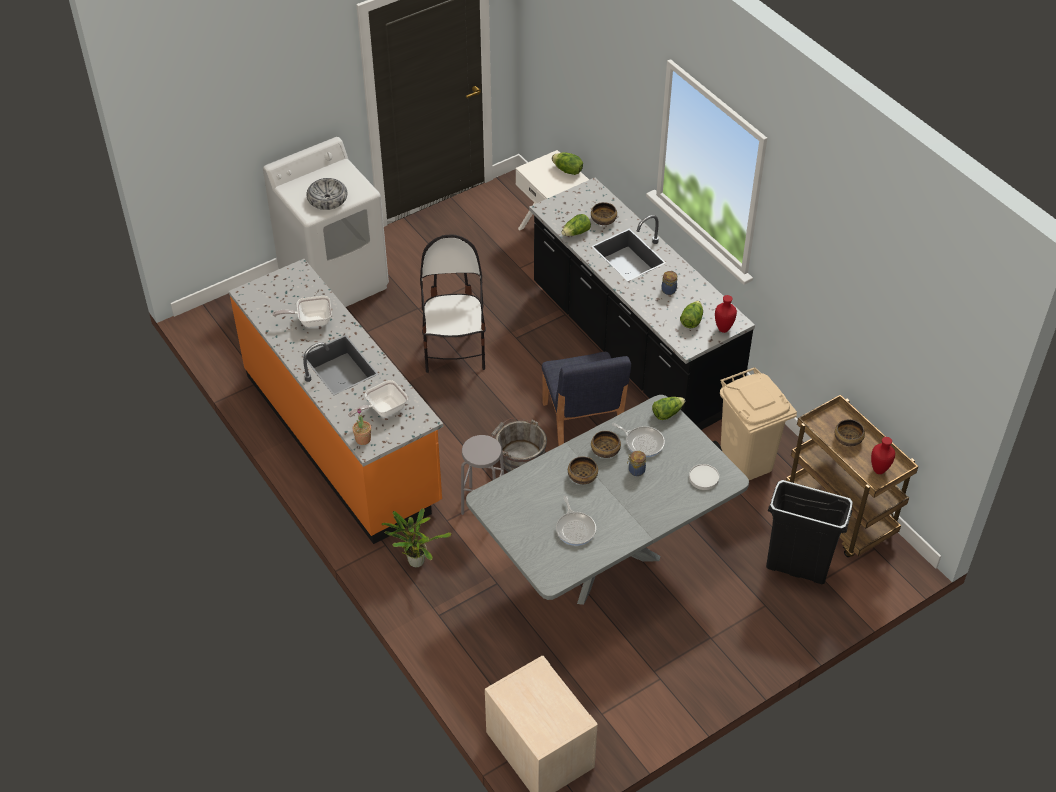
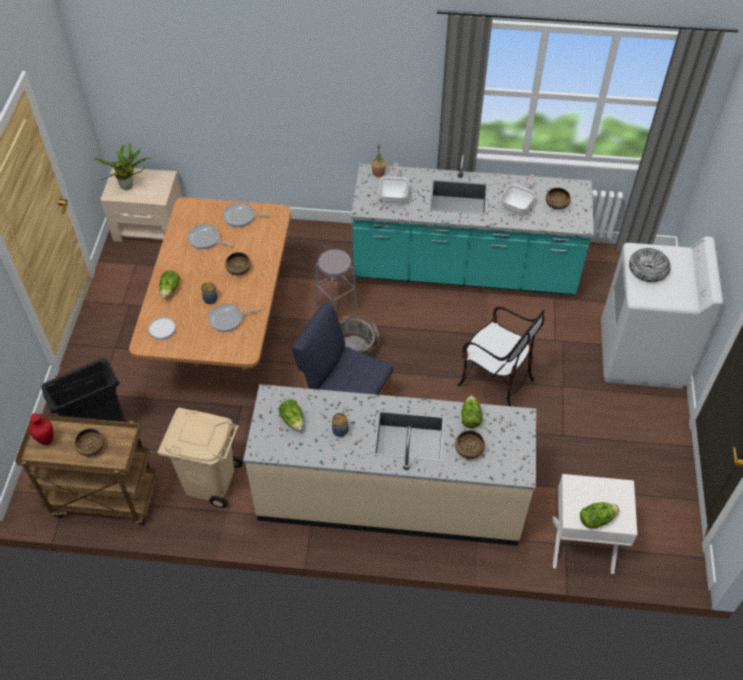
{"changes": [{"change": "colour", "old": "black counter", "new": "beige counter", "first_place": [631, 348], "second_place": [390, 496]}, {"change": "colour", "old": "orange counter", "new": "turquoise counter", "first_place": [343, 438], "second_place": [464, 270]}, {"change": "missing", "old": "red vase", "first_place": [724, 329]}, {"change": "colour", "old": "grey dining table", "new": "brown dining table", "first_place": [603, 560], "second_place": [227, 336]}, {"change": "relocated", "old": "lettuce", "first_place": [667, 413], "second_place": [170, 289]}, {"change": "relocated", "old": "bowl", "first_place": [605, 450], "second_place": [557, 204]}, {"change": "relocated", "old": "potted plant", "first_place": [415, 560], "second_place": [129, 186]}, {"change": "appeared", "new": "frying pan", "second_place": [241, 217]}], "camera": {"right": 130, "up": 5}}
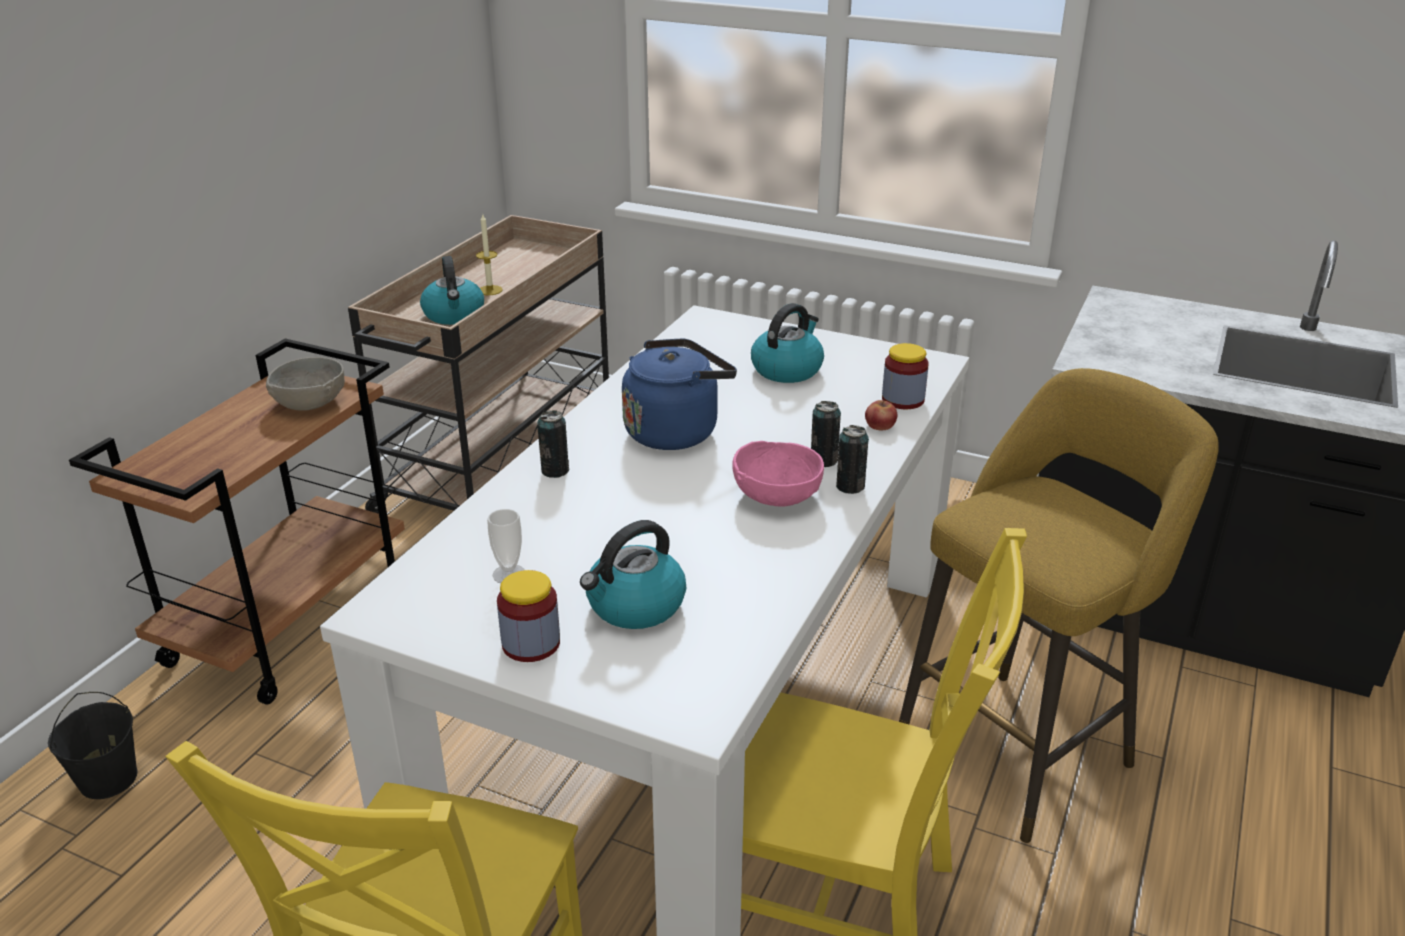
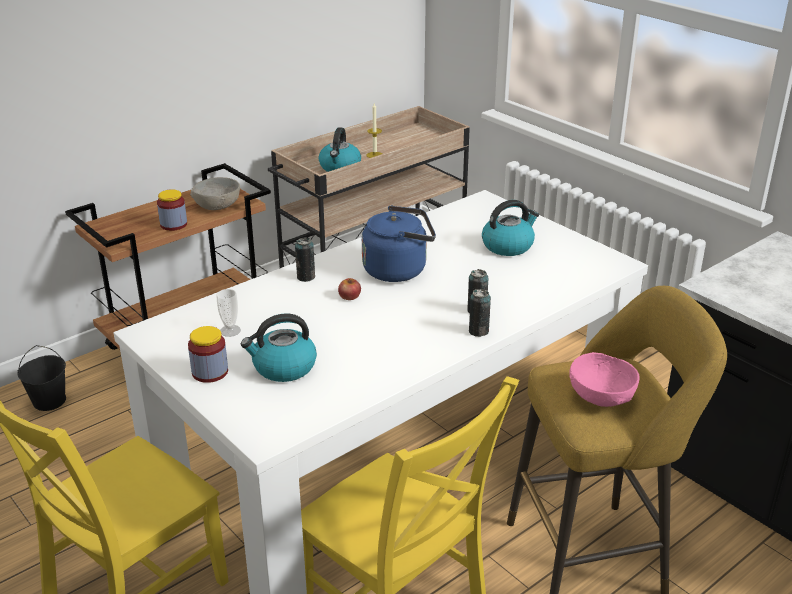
{"changes": [{"change": "relocated", "old": "jar", "first_place": [903, 399], "second_place": [173, 224]}, {"change": "relocated", "old": "apple", "first_place": [880, 425], "second_place": [349, 296]}, {"change": "relocated", "old": "pink bowl", "first_place": [777, 495], "second_place": [602, 396]}], "camera": {"right": 25, "up": 0}}
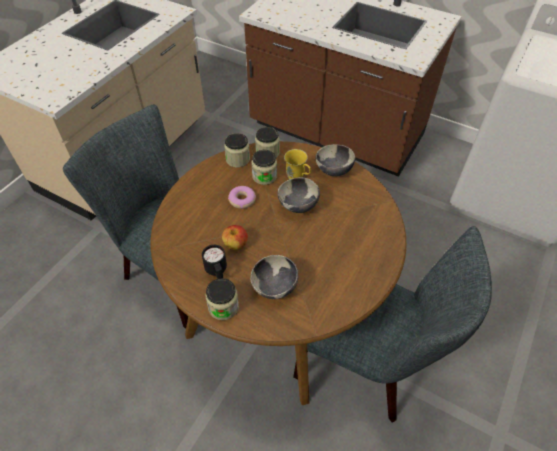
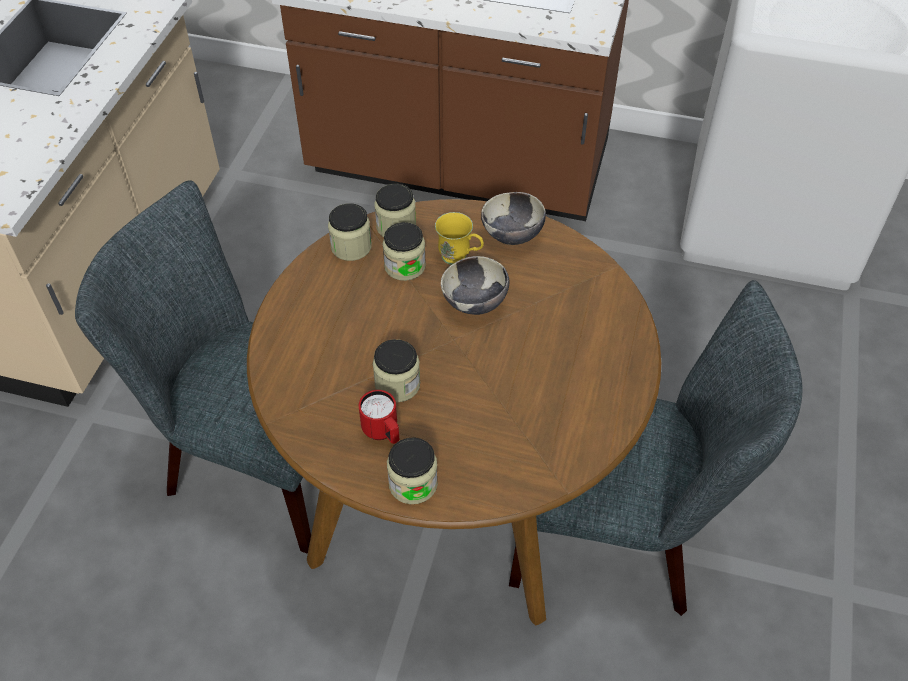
{"changes": [{"change": "missing", "old": "donut", "first_place": [242, 200]}, {"change": "exchanged", "old": "apple", "new": "jar", "first_place": [235, 244], "second_place": [397, 384]}, {"change": "colour", "old": "black mug", "new": "red mug", "first_place": [217, 271], "second_place": [383, 433]}, {"change": "missing", "old": "bowl", "first_place": [275, 287]}], "camera": {"right": -15, "up": 0}}
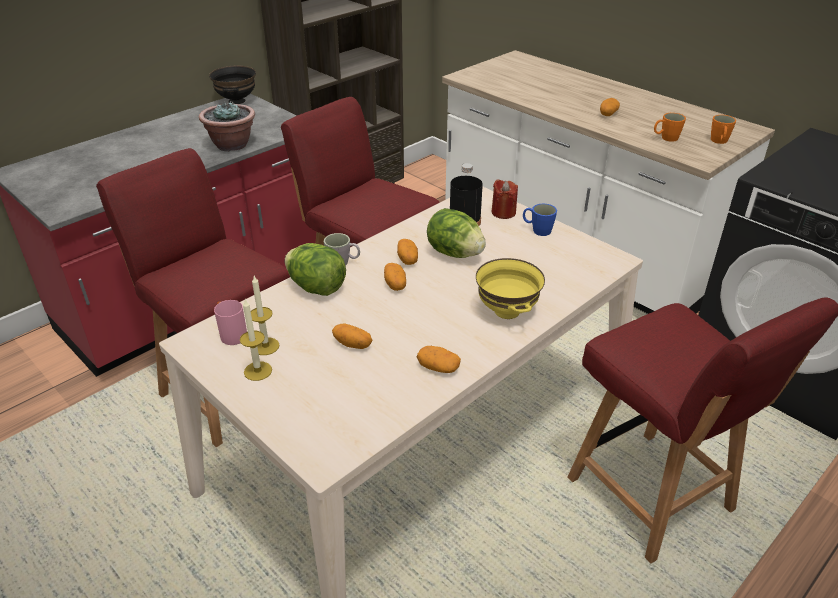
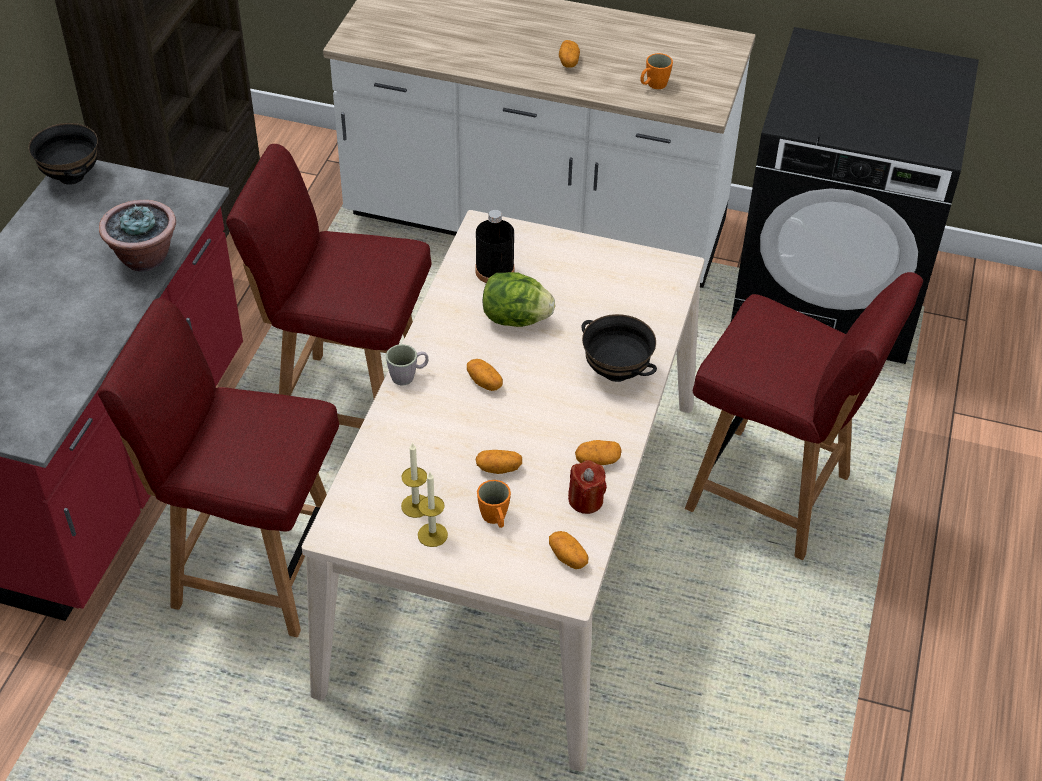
{"changes": [{"change": "relocated", "old": "orange mug", "first_place": [719, 142], "second_place": [495, 519]}, {"change": "relocated", "old": "red candle", "first_place": [503, 212], "second_place": [585, 500]}, {"change": "missing", "old": "blue mug", "first_place": [537, 230]}, {"change": "relocated", "old": "potato", "first_place": [407, 259], "second_place": [568, 557]}, {"change": "missing", "old": "lettuce", "first_place": [316, 288]}, {"change": "colour", "old": "yellow bowl", "new": "black bowl", "first_place": [506, 311], "second_place": [615, 372]}, {"change": "missing", "old": "pink mug", "first_place": [231, 334]}], "camera": {"right": -30, "up": 10}}
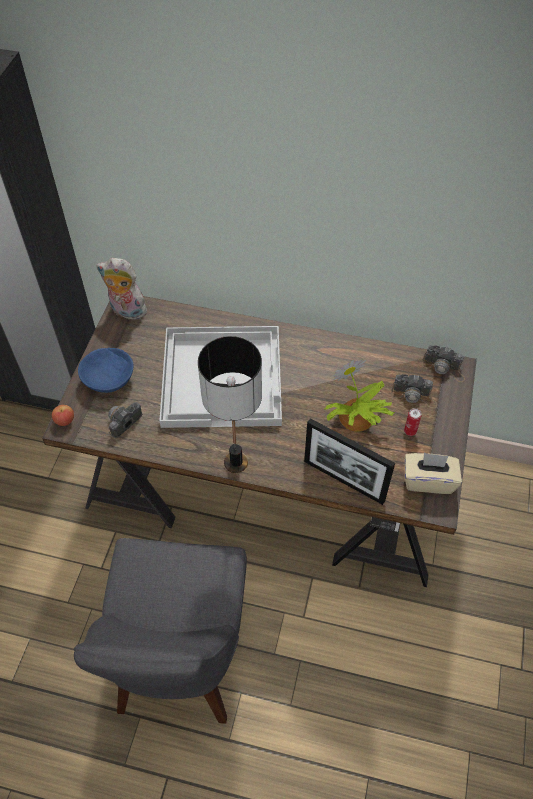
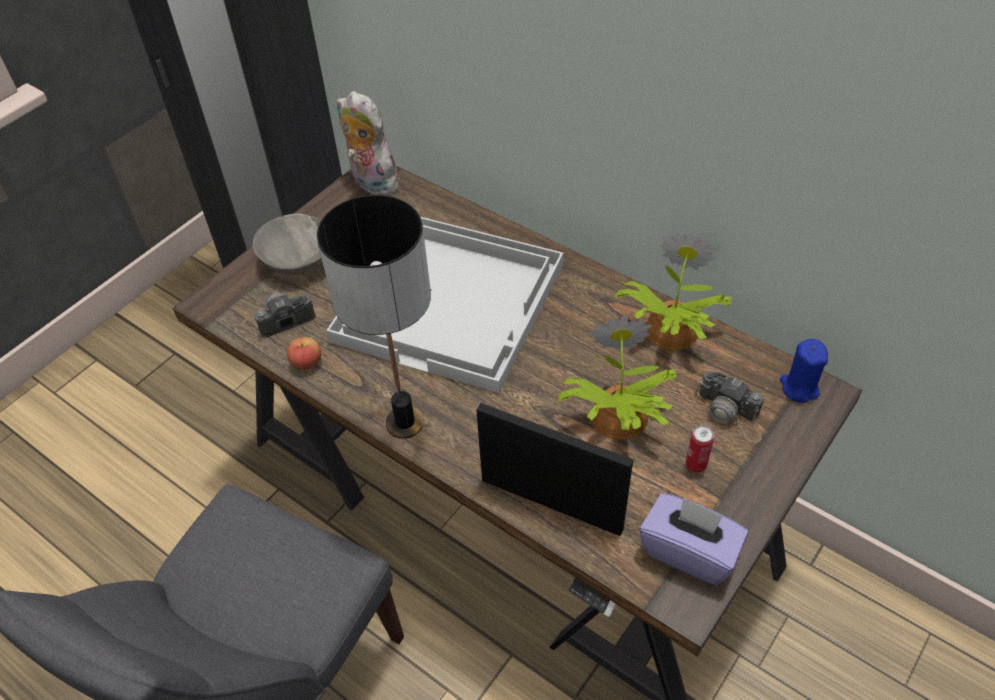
{"changes": [{"change": "exchanged", "old": "photo camera", "new": "blue candle", "first_place": [444, 368], "second_place": [799, 387]}, {"change": "colour", "old": "blue bowl", "new": "grey bowl", "first_place": [108, 380], "second_place": [297, 260]}, {"change": "relocated", "old": "apple", "first_place": [65, 420], "second_place": [307, 362]}, {"change": "spun", "old": "picture frame", "first_place": [344, 481], "second_place": [551, 504], "degrees": 150}, {"change": "colour", "old": "beige tissue box", "new": "purple tissue box", "first_place": [428, 480], "second_place": [689, 551]}, {"change": "appeared", "new": "potted plant", "second_place": [669, 331]}], "camera": {"right": 25, "up": -5}}
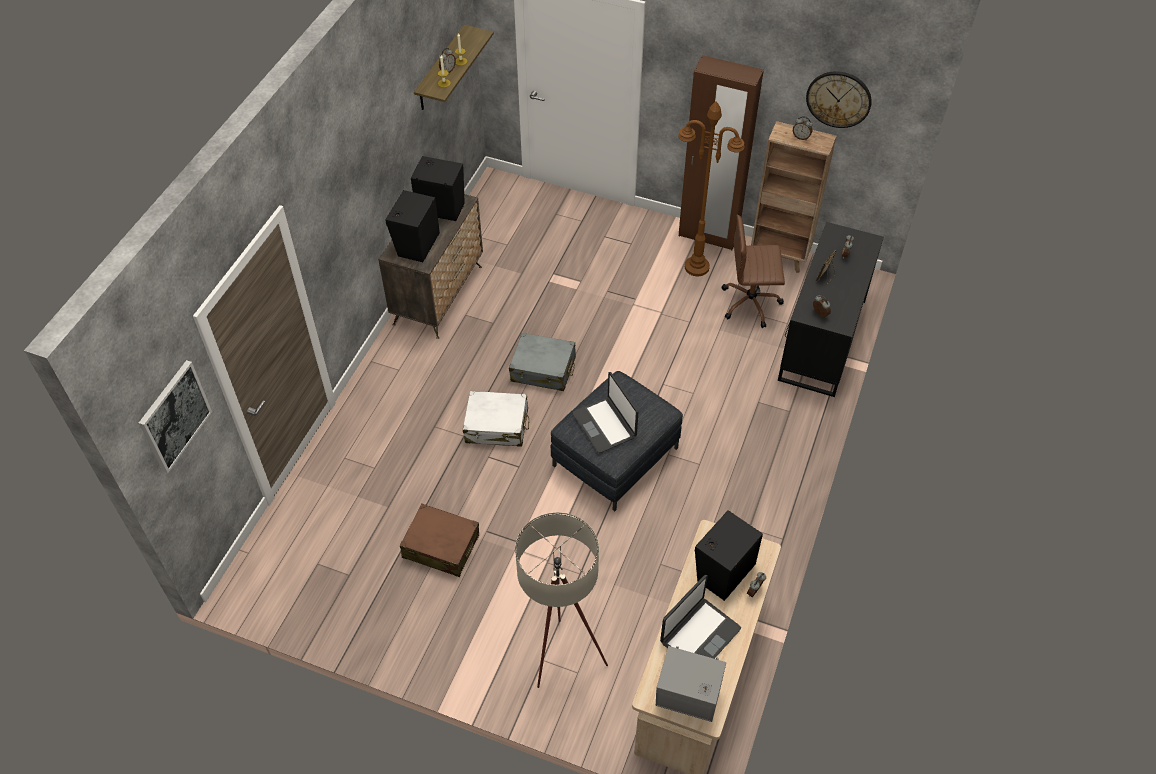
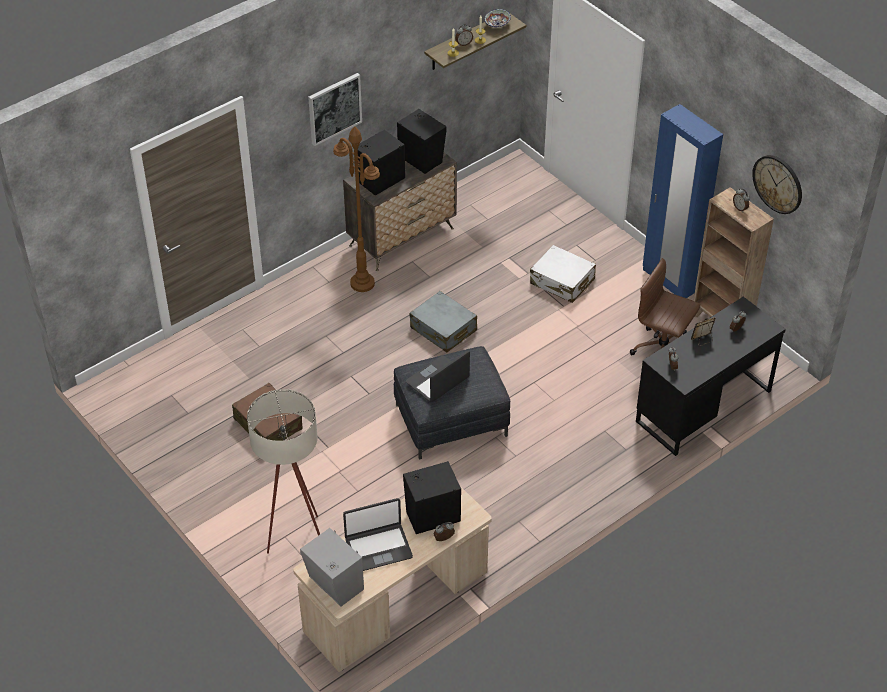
{"changes": [{"change": "colour", "old": "brown wardrobe", "new": "blue wardrobe", "first_place": [708, 236], "second_place": [669, 280]}, {"change": "relocated", "old": "brown floor lamp", "first_place": [696, 267], "second_place": [362, 283]}, {"change": "relocated", "old": "picture", "first_place": [174, 416], "second_place": [334, 108]}, {"change": "spun", "old": "laptop", "first_place": [605, 425], "second_place": [438, 381], "degrees": 45}, {"change": "relocated", "old": "white suitcase", "first_place": [497, 426], "second_place": [562, 281]}, {"change": "appeared", "new": "bowl", "second_place": [497, 25]}], "camera": {"right": 30, "up": -5}}
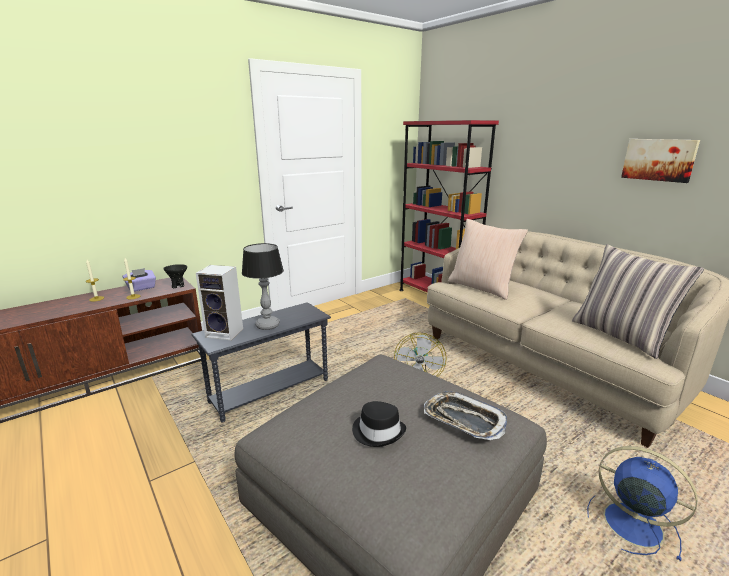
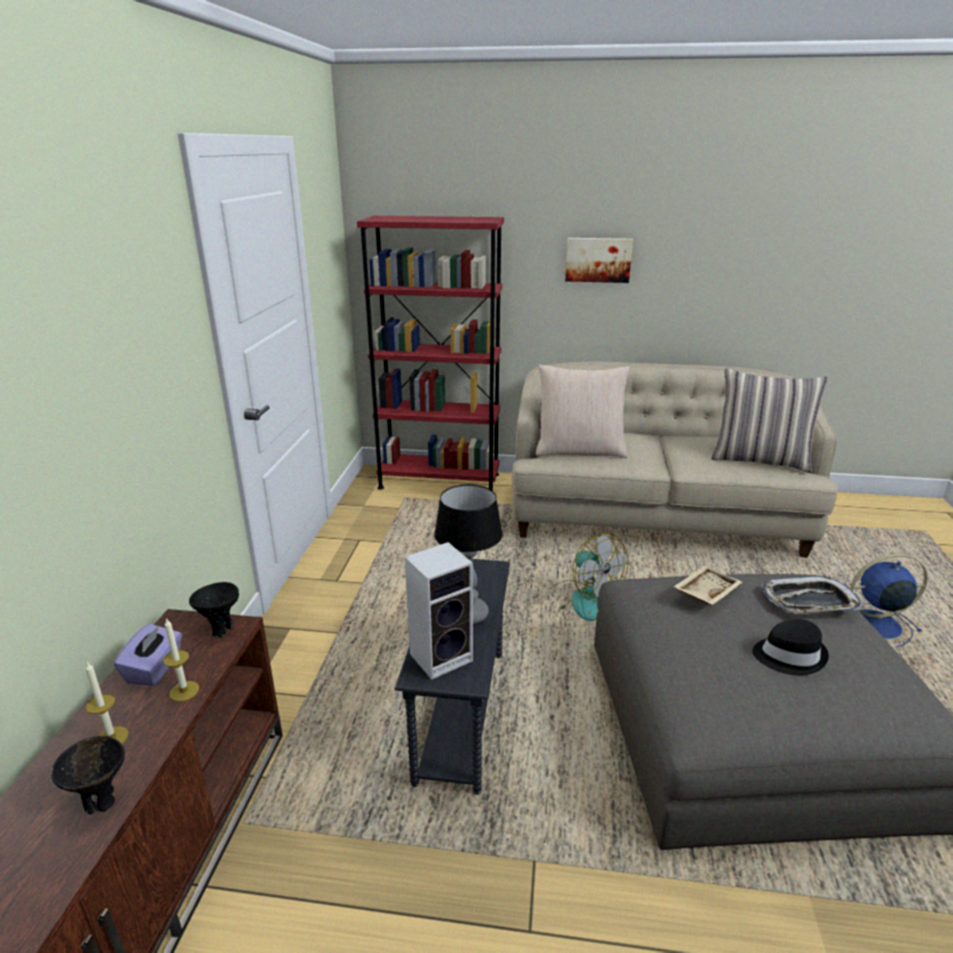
{"changes": [{"change": "relocated", "old": "picture", "first_place": [659, 159], "second_place": [598, 259]}, {"change": "appeared", "new": "beige tray", "second_place": [705, 592]}, {"change": "appeared", "new": "black bowl", "second_place": [101, 800]}], "camera": {"right": -45, "up": 5}}
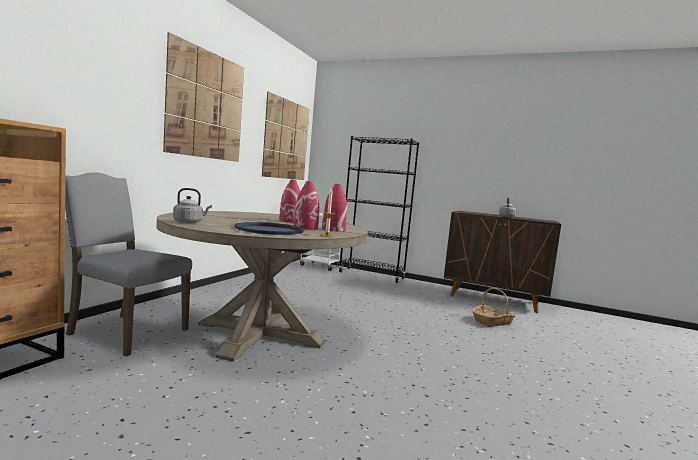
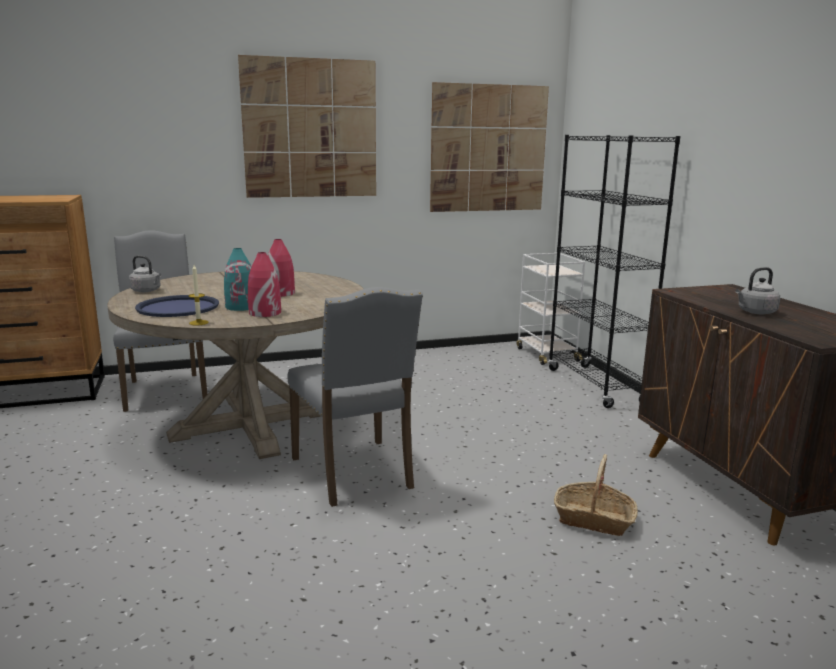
{"changes": [{"change": "colour", "old": "red vase", "new": "turquoise vase", "first_place": [305, 228], "second_place": [241, 307]}, {"change": "appeared", "new": "grey chair", "second_place": [355, 473]}], "camera": {"right": 50, "up": 10}}
